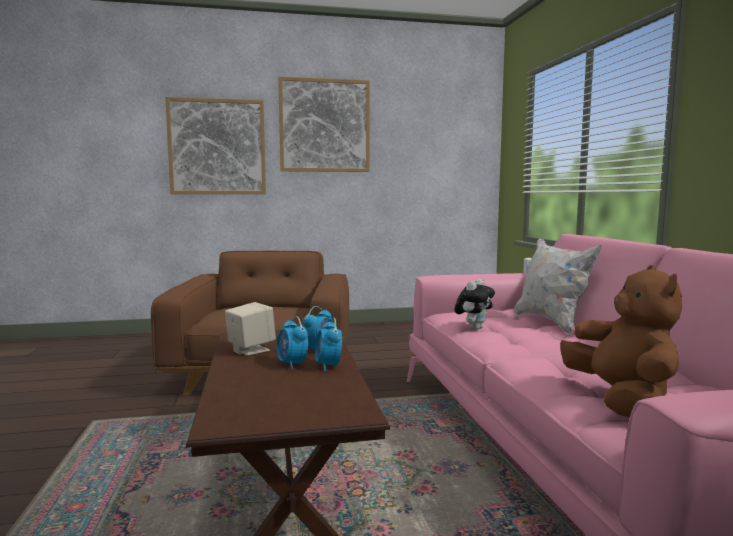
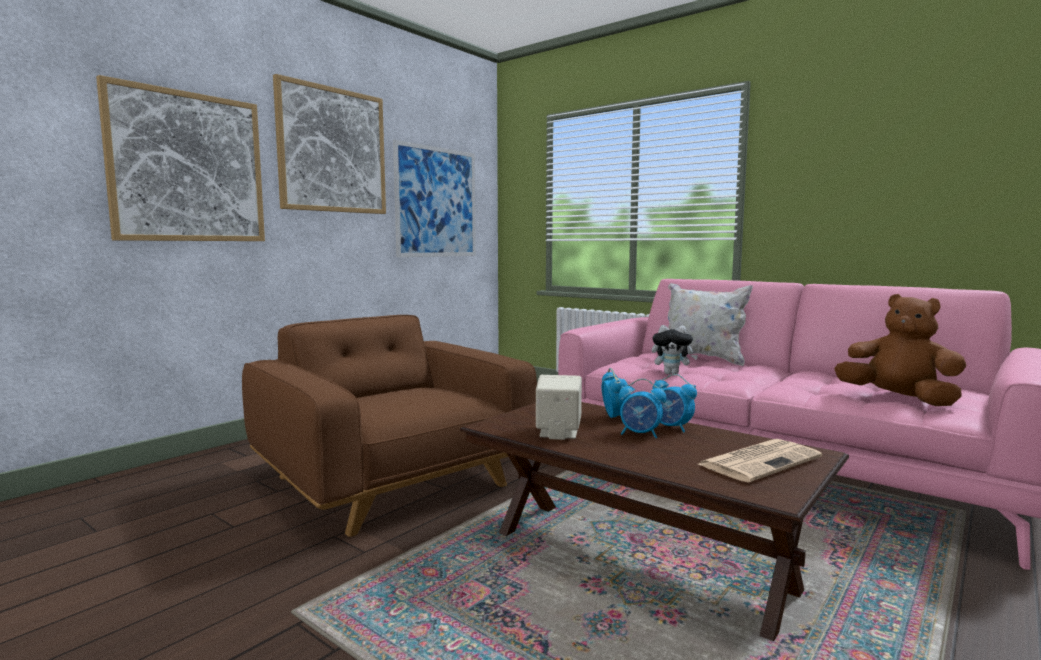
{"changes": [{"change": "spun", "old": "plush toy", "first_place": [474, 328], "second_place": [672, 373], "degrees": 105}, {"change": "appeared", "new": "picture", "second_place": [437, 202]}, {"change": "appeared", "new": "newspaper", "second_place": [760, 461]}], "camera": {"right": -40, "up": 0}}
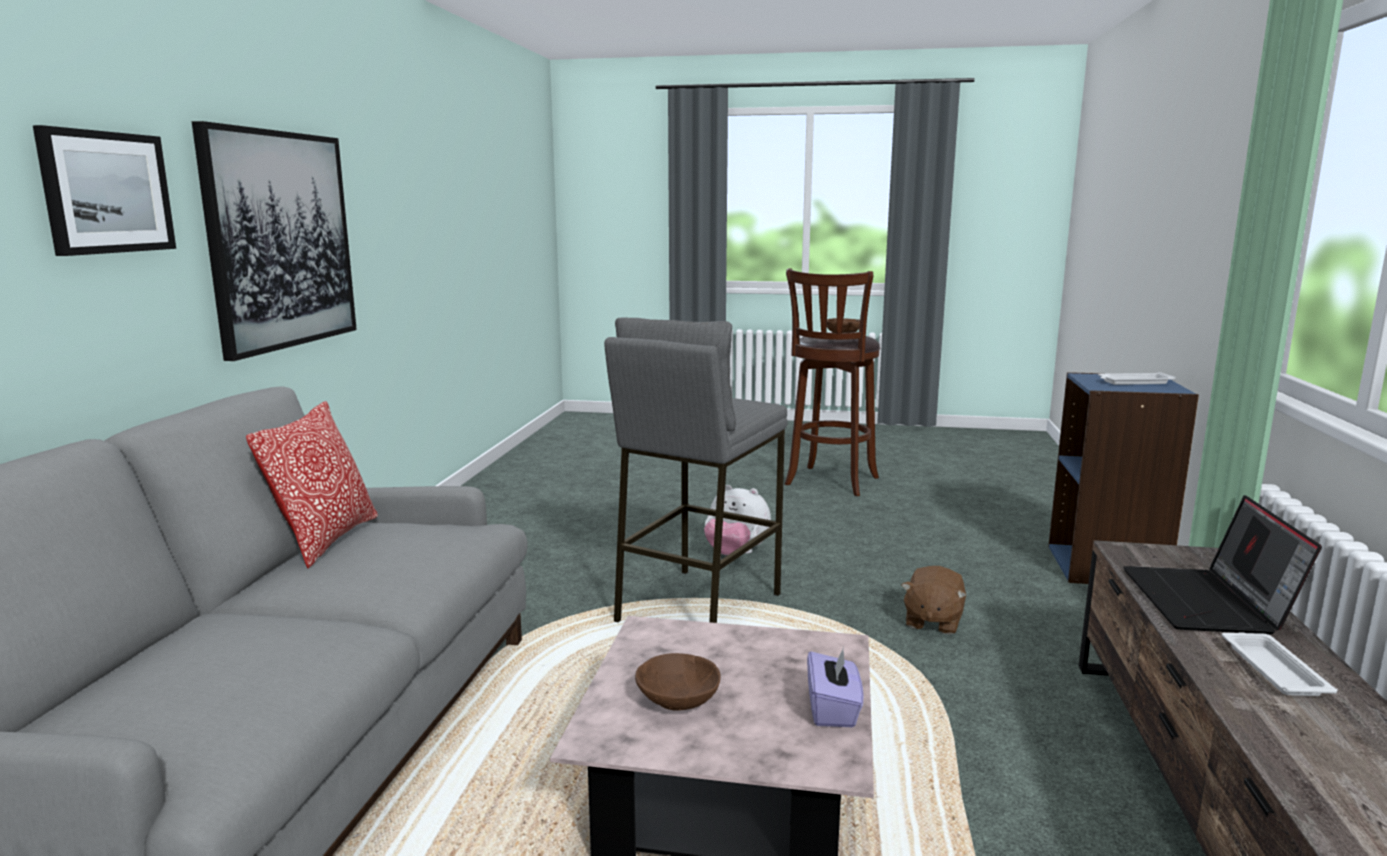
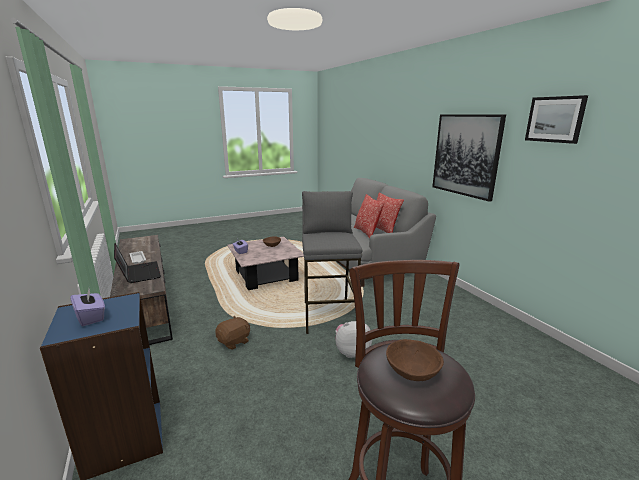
{"changes": [{"change": "relocated", "old": "picture", "first_place": [106, 192], "second_place": [555, 119]}, {"change": "exchanged", "old": "white tray", "new": "purple tissue box", "first_place": [1134, 382], "second_place": [91, 317]}, {"change": "spun", "old": "brown plush toy", "first_place": [932, 621], "second_place": [234, 342], "degrees": 60}, {"change": "appeared", "new": "pillow", "second_place": [367, 232]}], "camera": {"right": 145, "up": 5}}
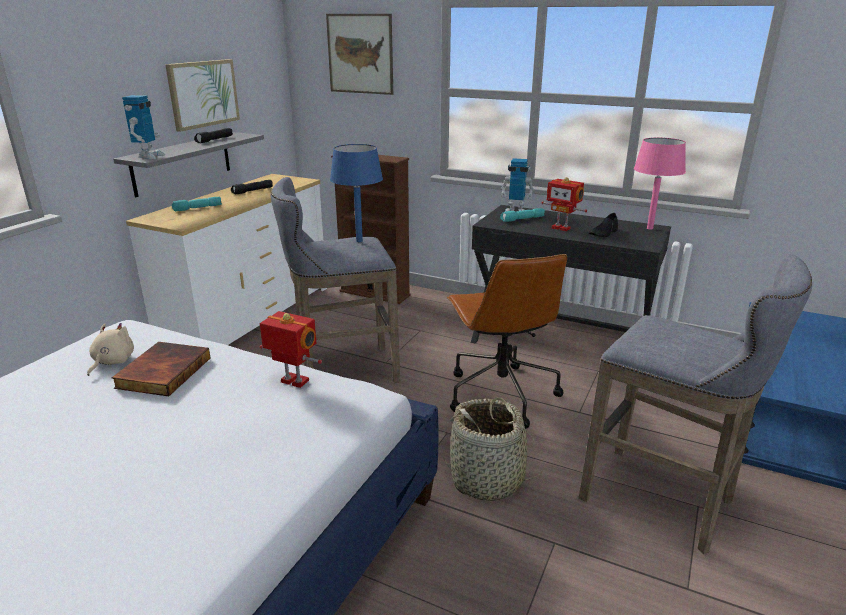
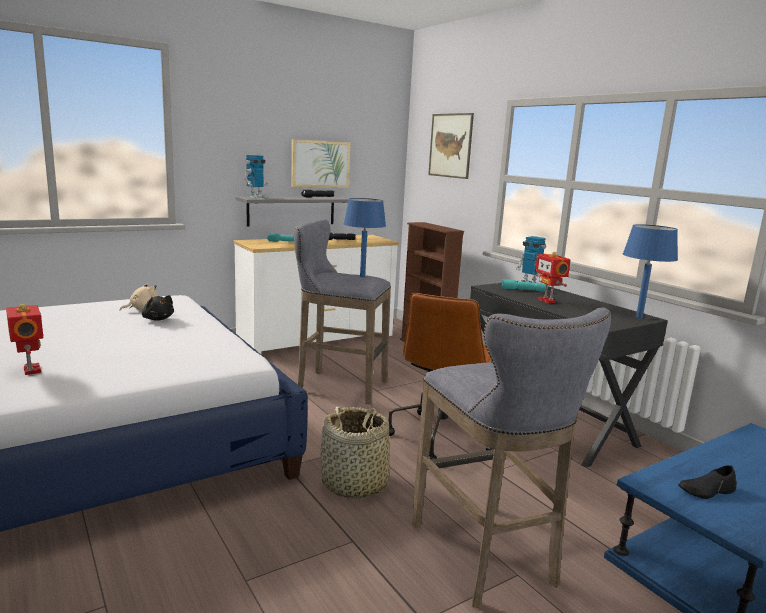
{"changes": [{"change": "colour", "old": "pink table lamp", "new": "blue table lamp", "first_place": [649, 228], "second_place": [639, 317]}, {"change": "relocated", "old": "black shoe", "first_place": [603, 233], "second_place": [706, 491]}, {"change": "relocated", "old": "toy robot", "first_place": [293, 382], "second_place": [30, 370]}, {"change": "exchanged", "old": "book", "new": "black plush toy", "first_place": [163, 372], "second_place": [158, 319]}], "camera": {"right": 30, "up": -10}}
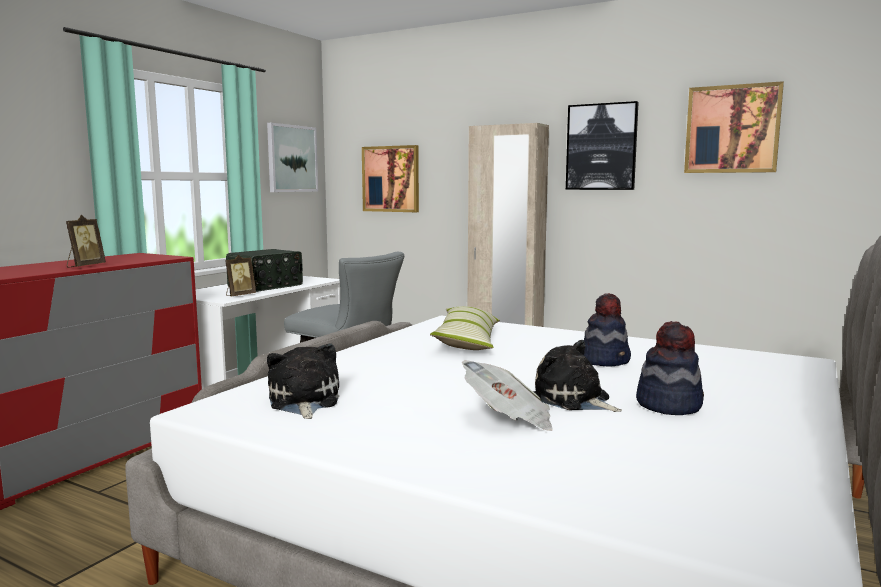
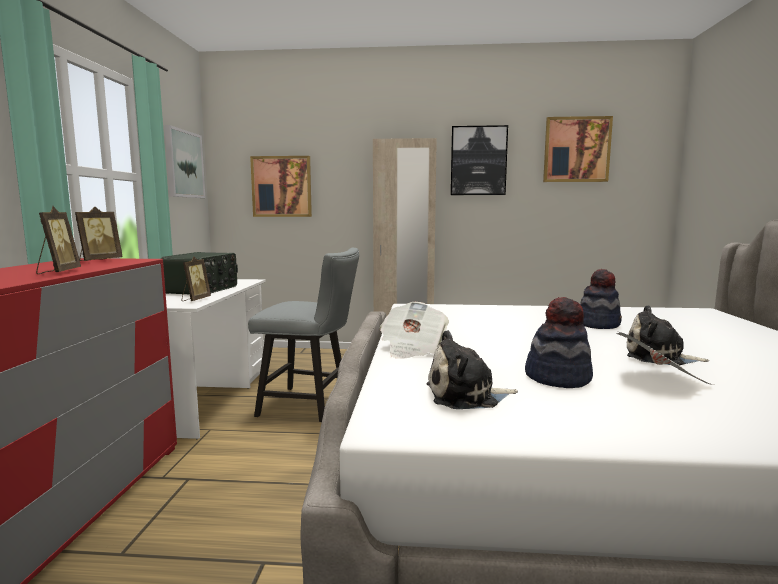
{"changes": [{"change": "missing", "old": "pillow", "first_place": [467, 341]}, {"change": "relocated", "old": "hat", "first_place": [668, 405], "second_place": [557, 378]}, {"change": "spun", "old": "plush toy", "first_place": [303, 402], "second_place": [466, 396], "degrees": -60}, {"change": "appeared", "new": "picture frame", "second_place": [99, 260]}, {"change": "appeared", "new": "newspaper", "second_place": [412, 348]}], "camera": {"right": -25, "up": 0}}
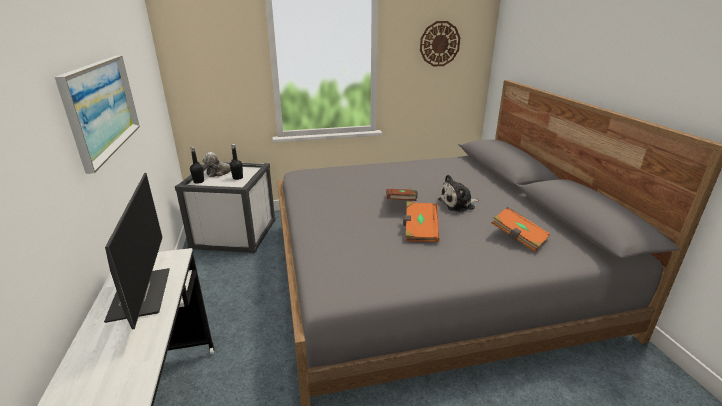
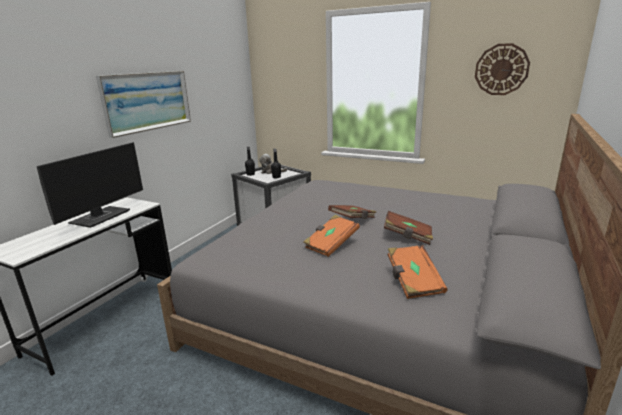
{"changes": [{"change": "exchanged", "old": "plush toy", "new": "brown book", "first_place": [458, 204], "second_place": [407, 237]}], "camera": {"right": 40, "up": -5}}
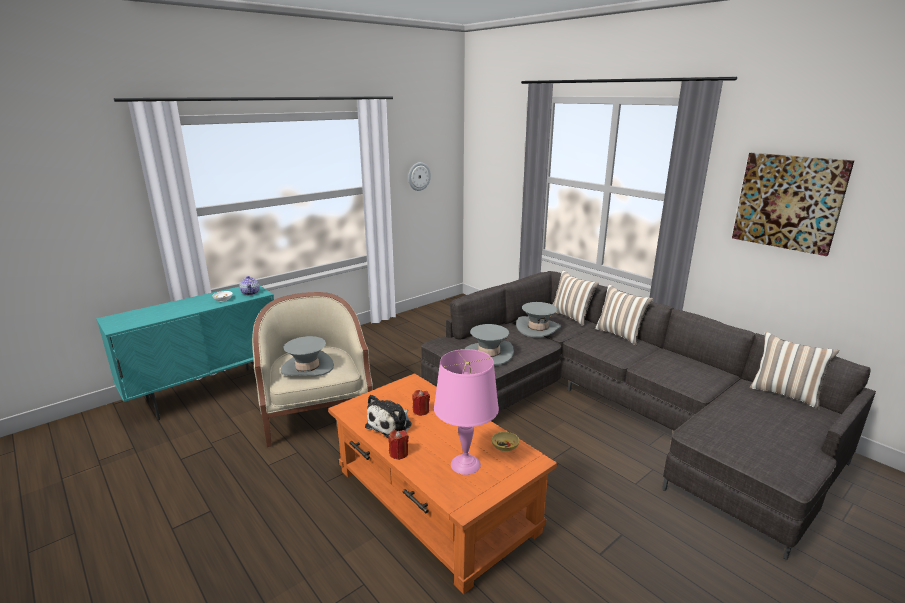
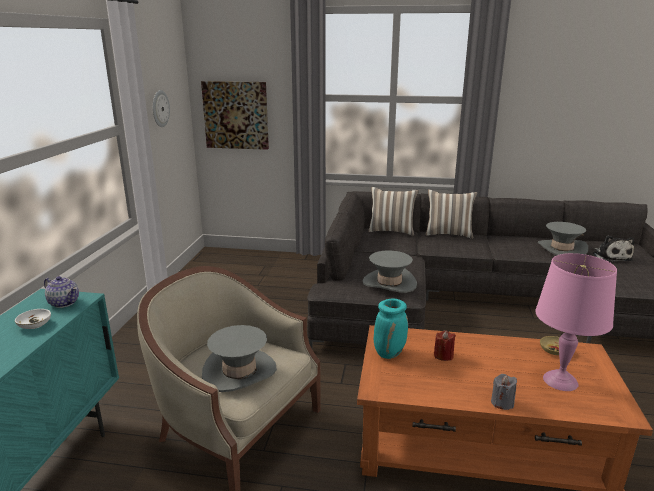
{"changes": [{"change": "relocated", "old": "picture", "first_place": [788, 202], "second_place": [236, 115]}, {"change": "relocated", "old": "grey hat", "first_place": [538, 328], "second_place": [561, 249]}, {"change": "missing", "old": "pillow", "first_place": [785, 394]}, {"change": "relocated", "old": "plush toy", "first_place": [391, 425], "second_place": [611, 256]}, {"change": "colour", "old": "red candle", "new": "grey candle", "first_place": [398, 453], "second_place": [502, 403]}, {"change": "appeared", "new": "turquoise vase", "second_place": [389, 353]}], "camera": {"right": -40, "up": 0}}
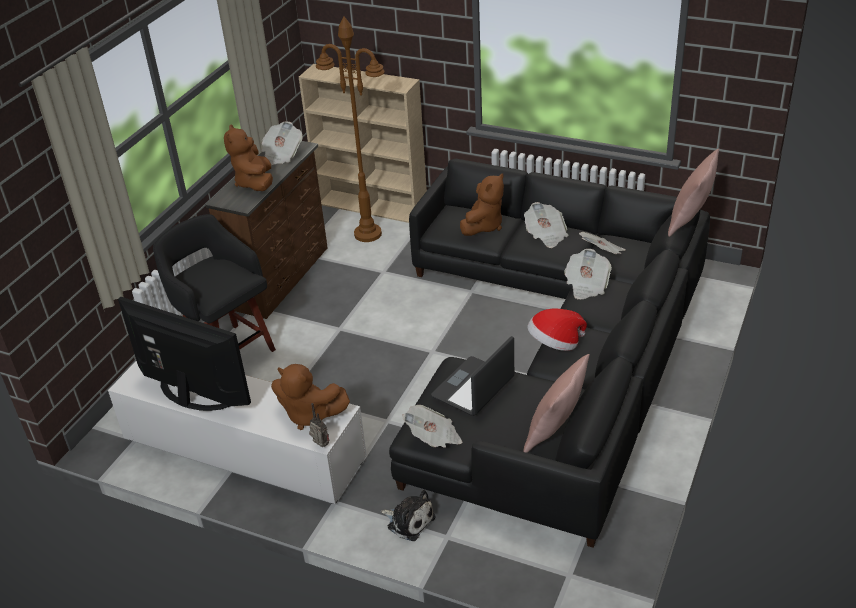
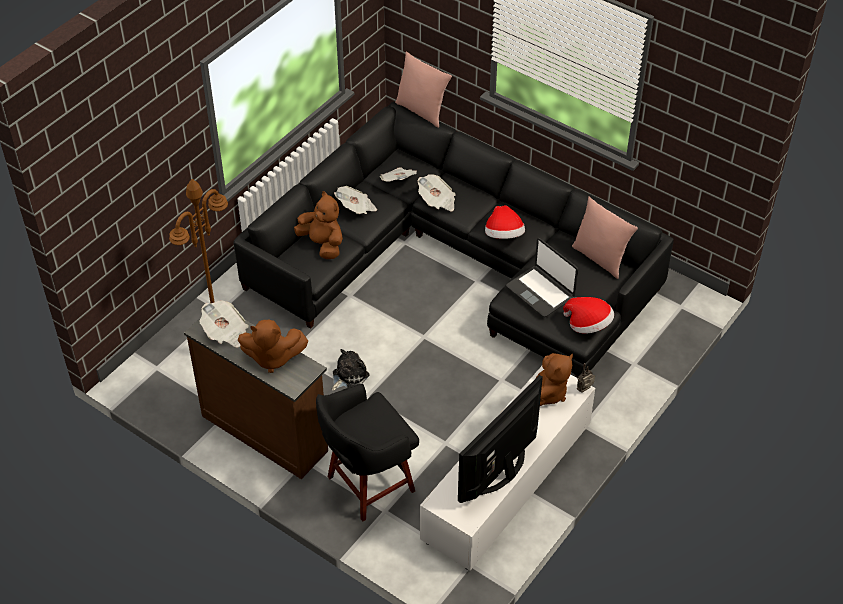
{"changes": [{"change": "missing", "old": "beige bookcase", "first_place": [373, 206]}, {"change": "exchanged", "old": "newspaper", "new": "hat", "first_place": [434, 438], "second_place": [588, 325]}, {"change": "relocated", "old": "plush toy", "first_place": [409, 521], "second_place": [348, 375]}], "camera": {"right": -80, "up": 10}}
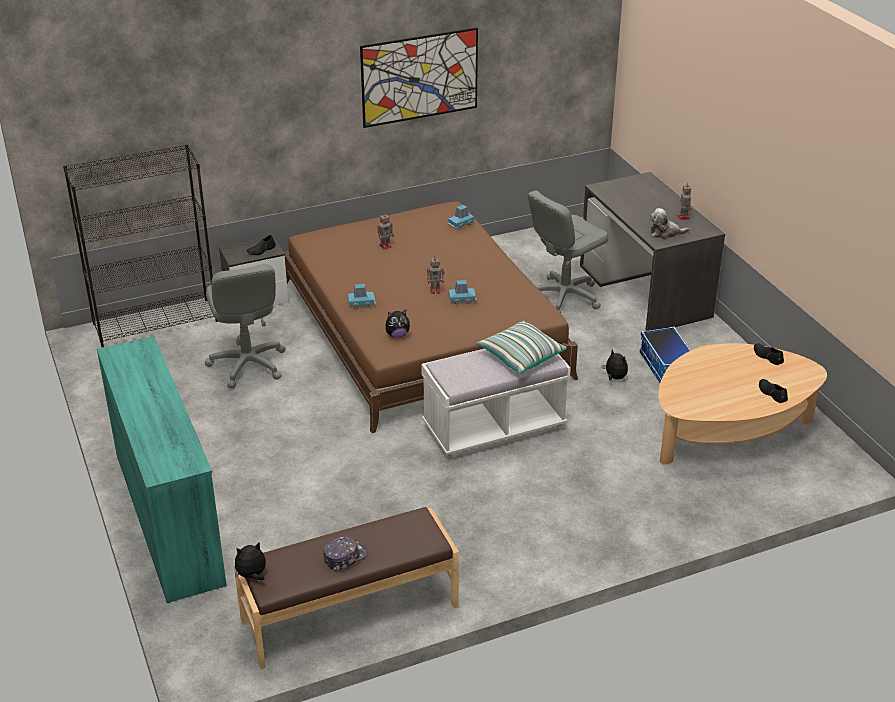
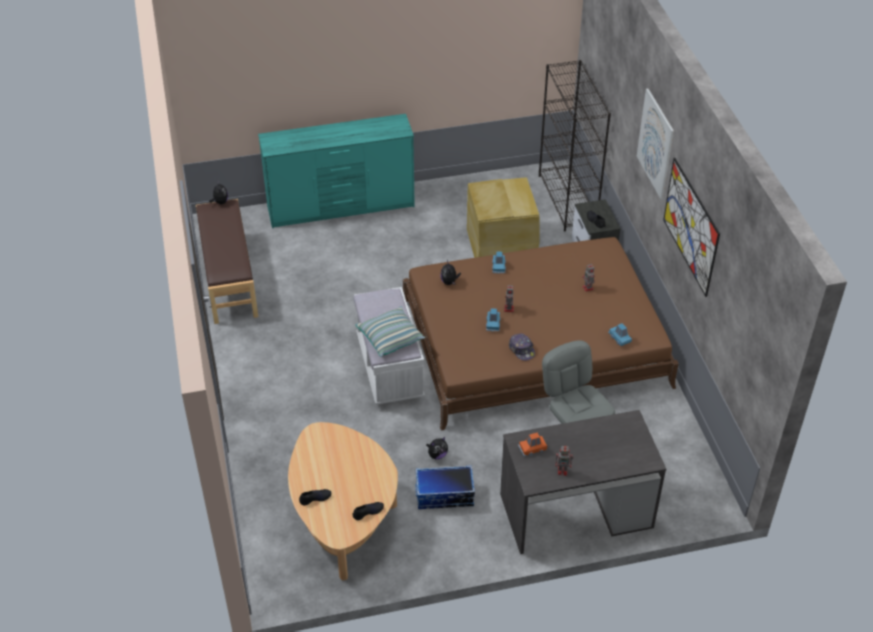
{"changes": [{"change": "exchanged", "old": "plush toy", "new": "orange toy car", "first_place": [665, 233], "second_place": [532, 448]}, {"change": "exchanged", "old": "grey office chair", "new": "beige storage box", "first_place": [247, 365], "second_place": [501, 244]}, {"change": "relocated", "old": "cap", "first_place": [344, 557], "second_place": [522, 350]}, {"change": "appeared", "new": "picture", "second_place": [655, 143]}], "camera": {"right": 100, "up": 10}}
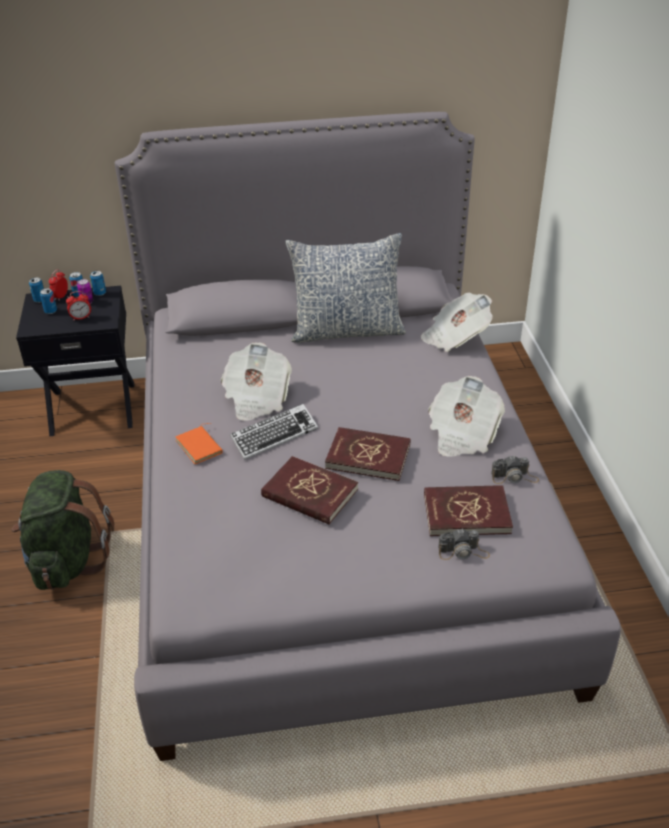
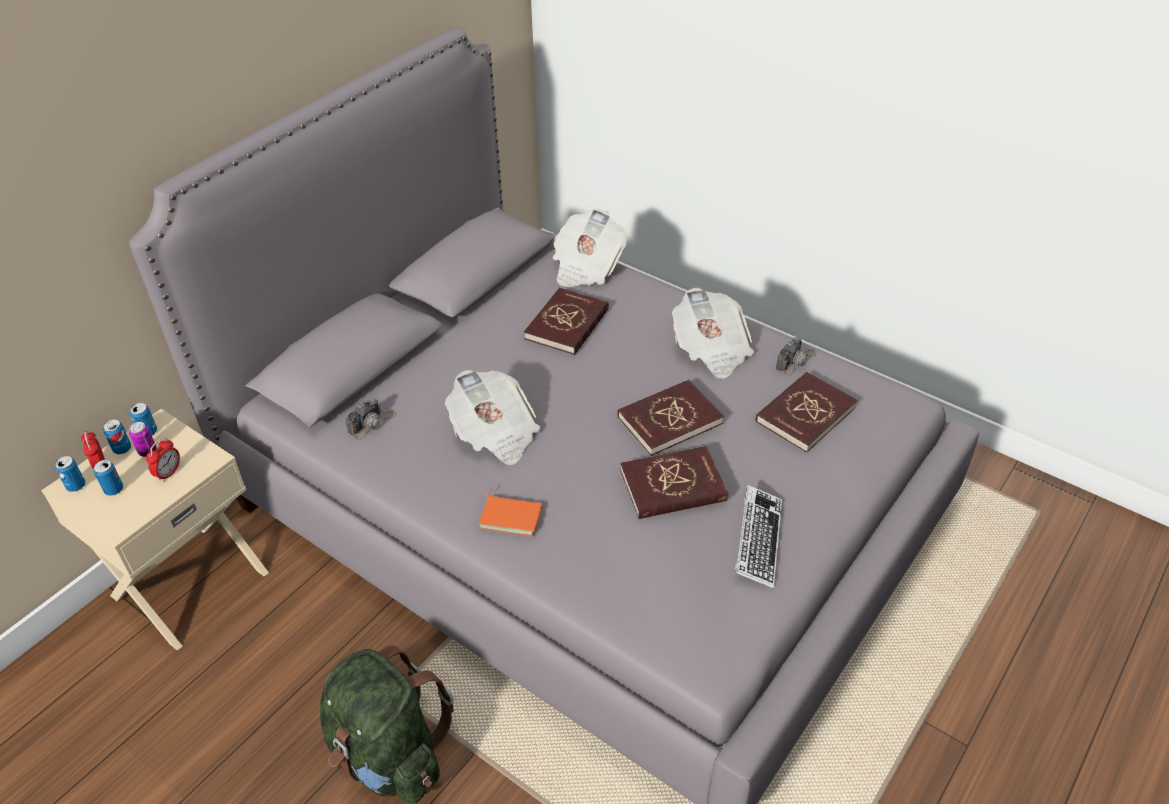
{"changes": [{"change": "missing", "old": "pillow", "first_place": [347, 330]}, {"change": "colour", "old": "black nightstand", "new": "beige nightstand", "first_place": [93, 407], "second_place": [189, 583]}, {"change": "relocated", "old": "keyboard", "first_place": [274, 436], "second_place": [758, 540]}, {"change": "relocated", "old": "photo camera", "first_place": [463, 552], "second_place": [372, 423]}, {"change": "appeared", "new": "red book", "second_place": [567, 324]}], "camera": {"right": -45, "up": 5}}
